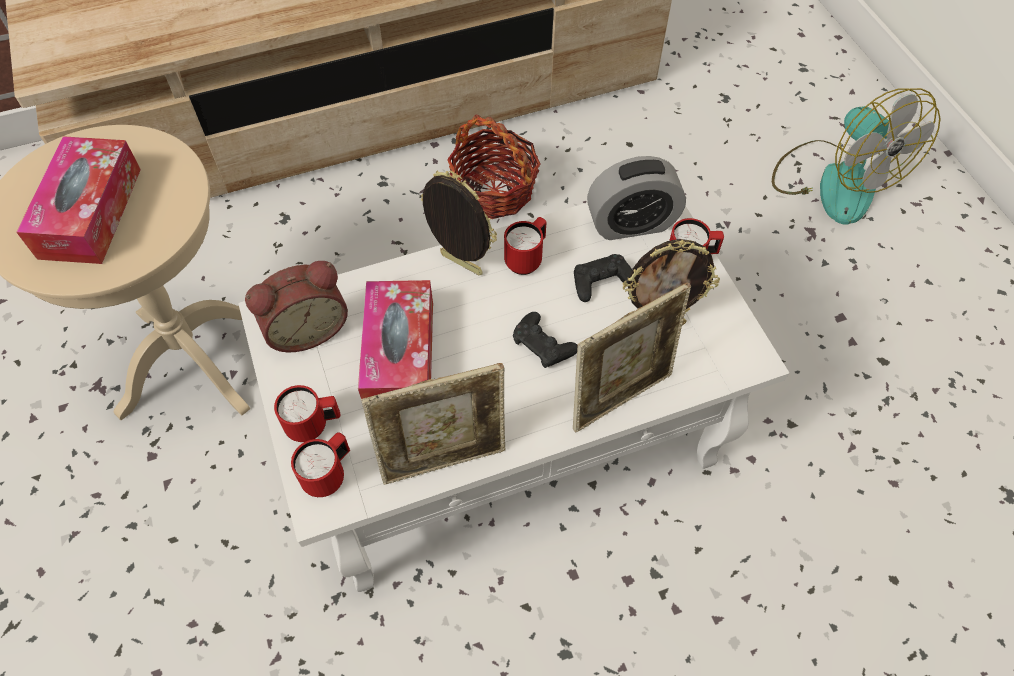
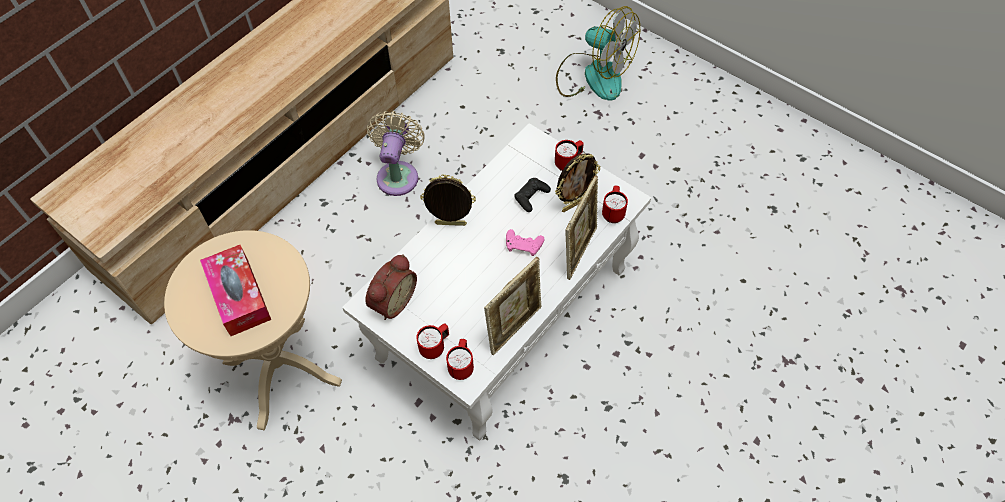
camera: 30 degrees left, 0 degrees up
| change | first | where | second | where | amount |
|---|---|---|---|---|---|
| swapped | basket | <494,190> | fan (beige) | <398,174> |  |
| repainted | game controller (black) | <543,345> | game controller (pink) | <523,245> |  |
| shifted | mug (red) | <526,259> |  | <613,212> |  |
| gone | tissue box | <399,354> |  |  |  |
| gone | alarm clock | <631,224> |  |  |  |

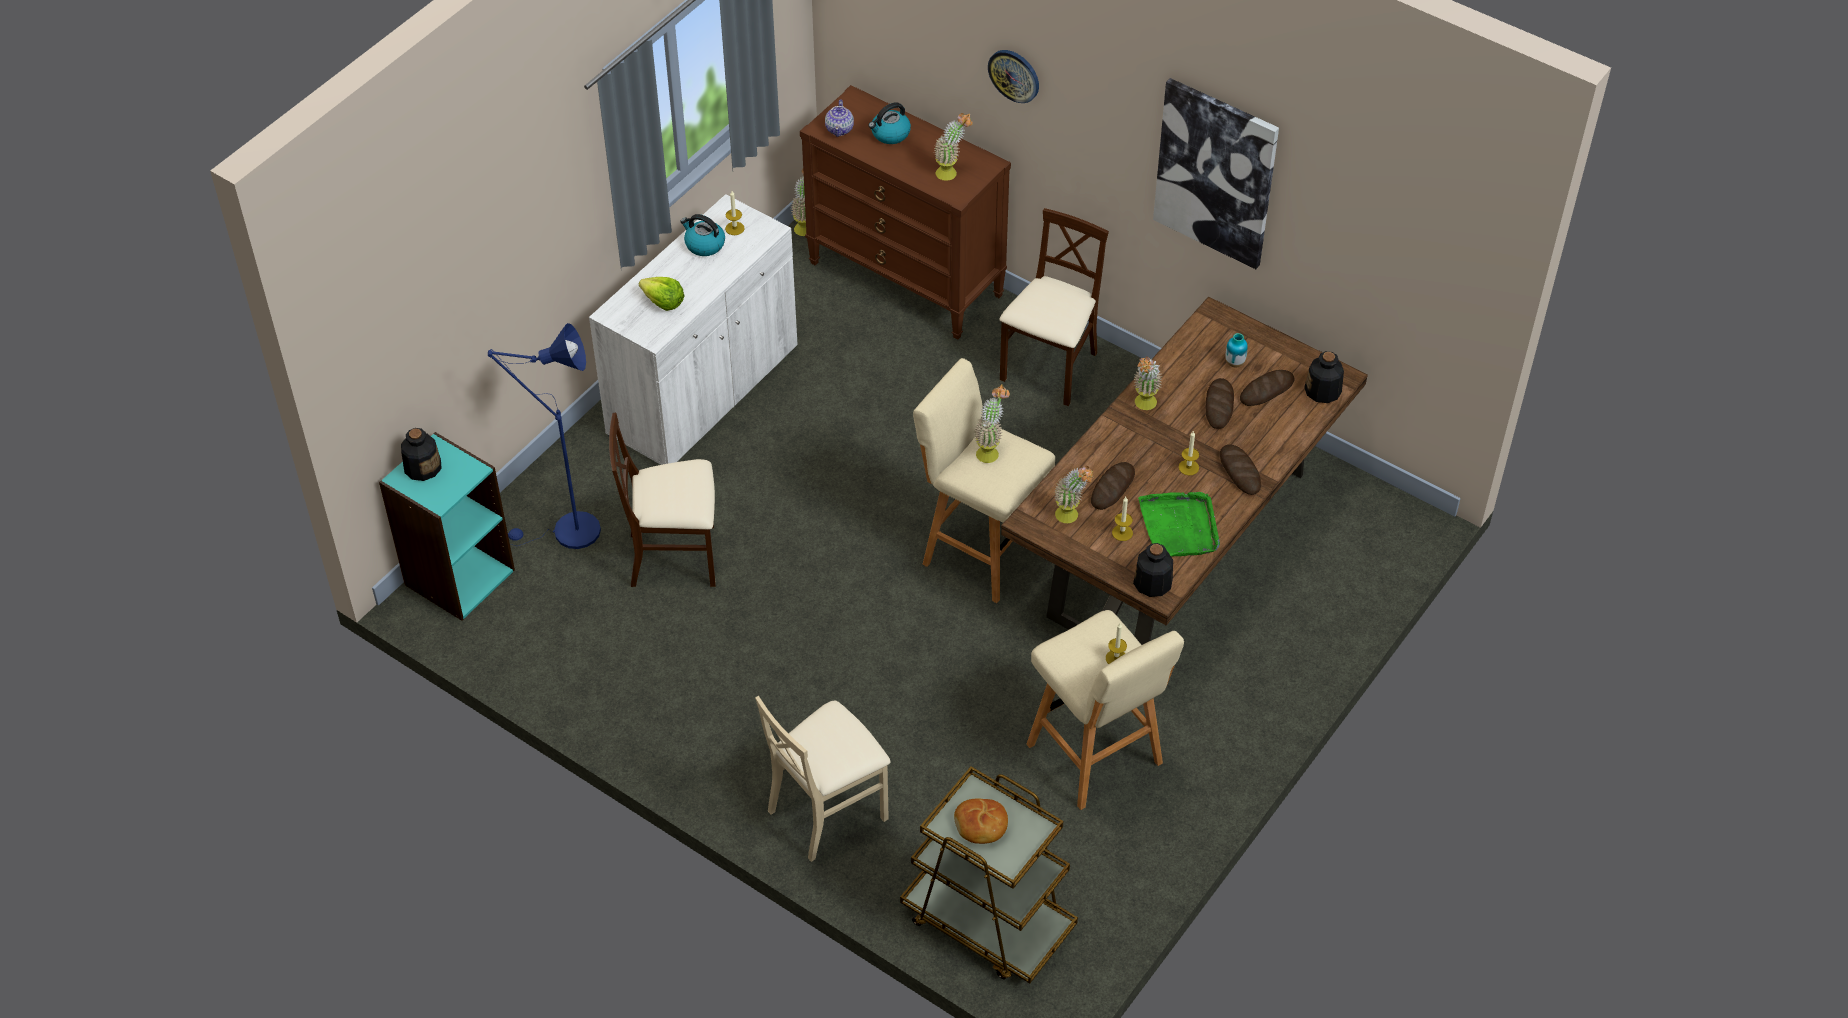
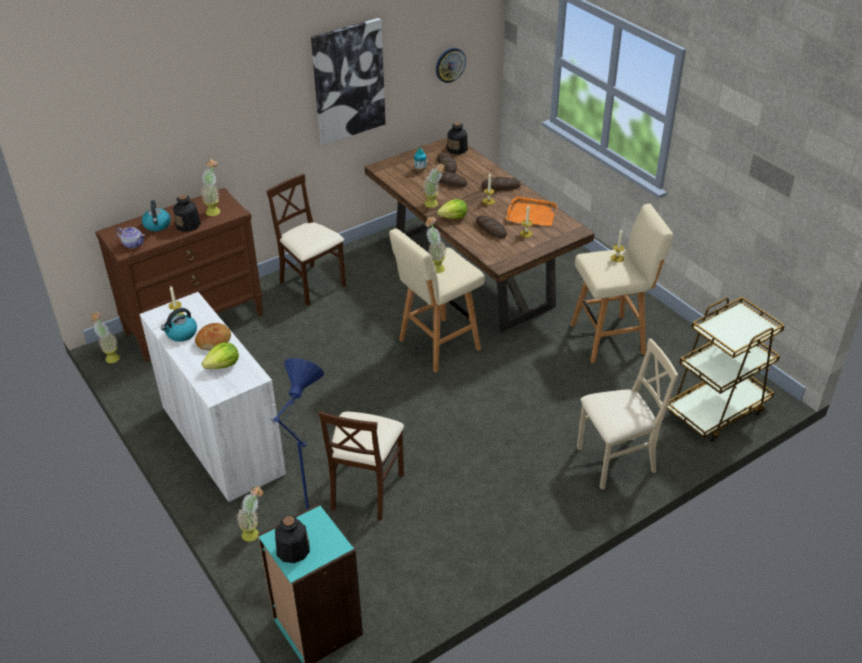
camera: 70 degrees left, 10 degrees down
| change | first | where | second | where | amount |
|---|---|---|---|---|---|
| shifted | bottle | <1152,583> |  | <188,225> |  |
| shifted | bread | <981,826> |  | <214,341> |  |
| shifted | potted plant | <1072,517> |  | <254,532> |  |
| shifted | wall clock | <1014,75> |  | <450,64> |  |
| new |  |  | lettuce | <453,217> |  |
| repainted | tray (green) | <1180,527> | tray (orange) | <531,214> |  |
| rotated | chair (beige) | <827,811> |  | <615,461> | 90 degrees counterclockwise |

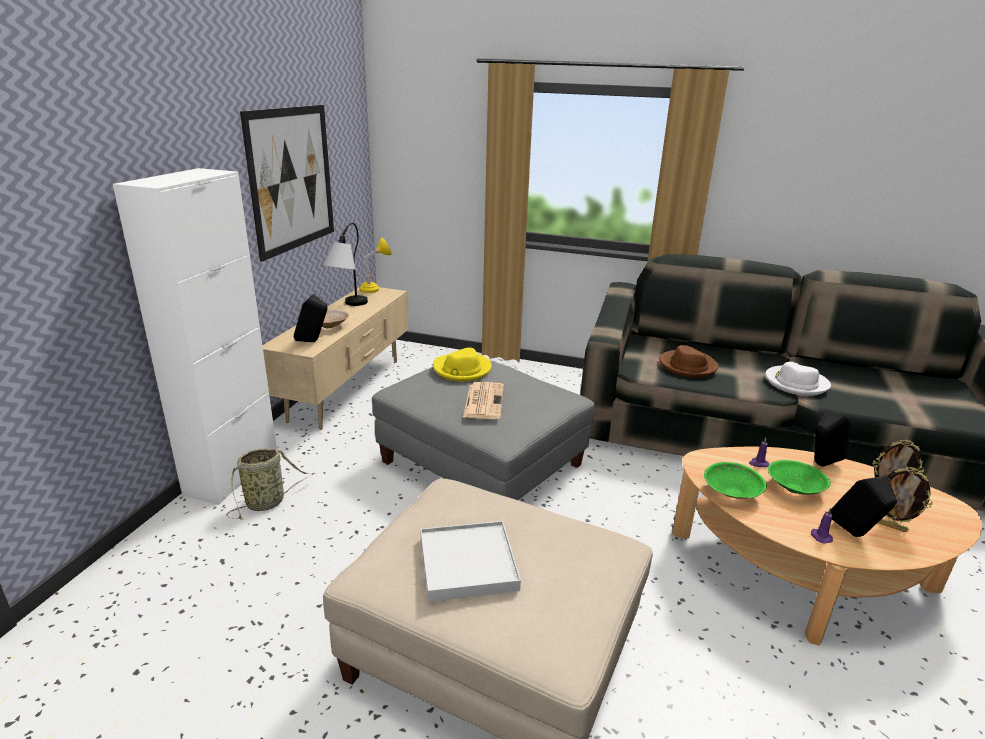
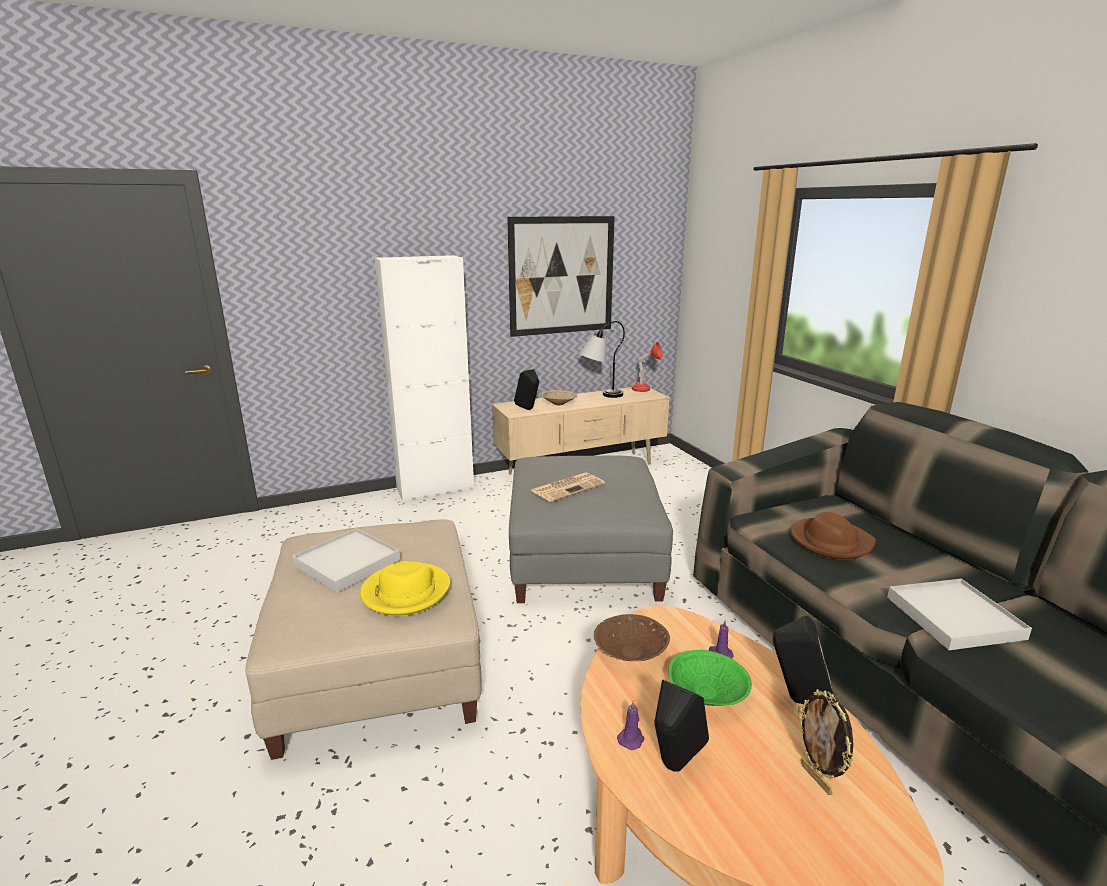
camera: 50 degrees right, 5 degrees down
| change | first | where | second | where | amount |
|---|---|---|---|---|---|
| shifted | hat (yellow) | <462,370> |  | <405,592> |  |
| repainted | bowl (green) | <731,493> | bowl (brown) | <629,653> |  |
| repainted | table lamp (yellow) | <375,290> | table lamp (red) | <645,390> |  |
| swapped | hat (white) | <795,383> | tray (white) | <953,617> |  |
| gone | basket | <268,502> |  |  |  |
| gone | picture frame | <891,526> |  |  |  |

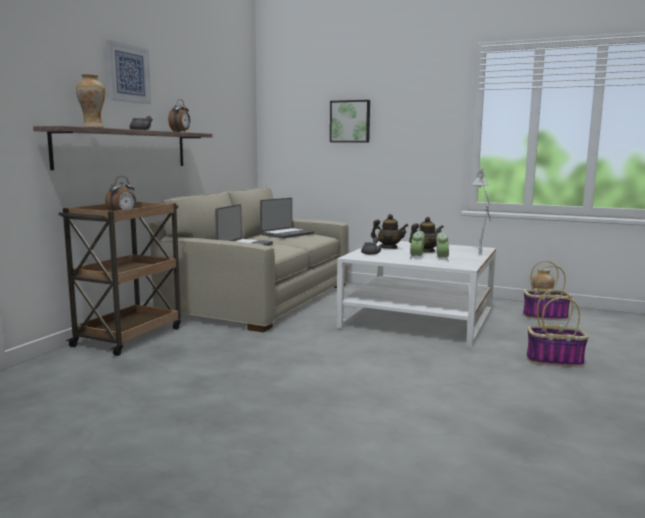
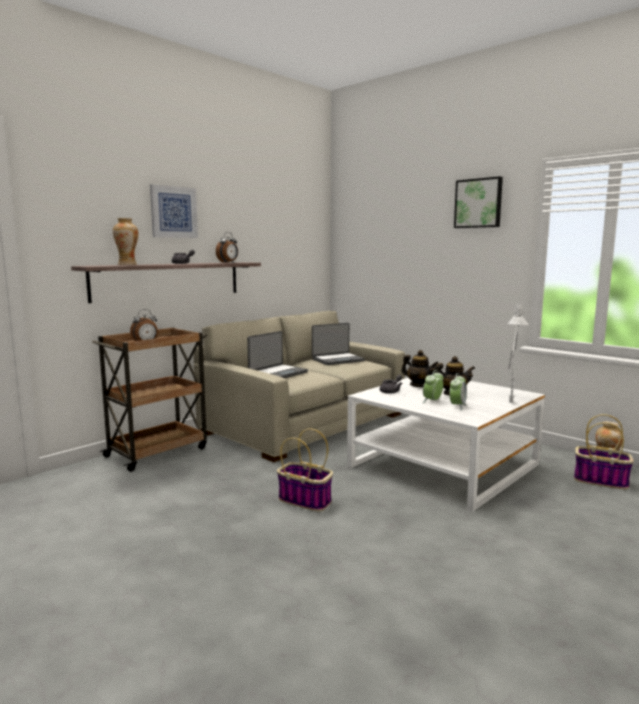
camera: 20 degrees right, 0 degrees up
| change | first | where | second | where | amount |
|---|---|---|---|---|---|
| shifted | basket | <555,360> |  | <306,500> |  |
| shifted | picture | <350,121> |  | <478,203> |  |

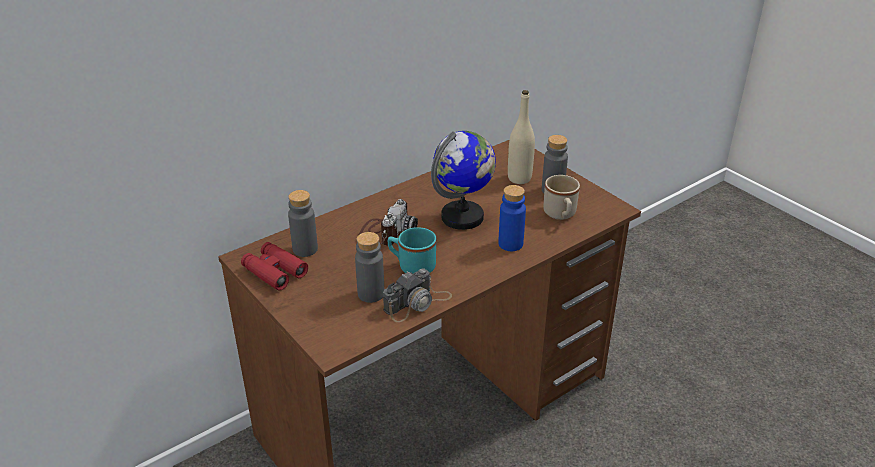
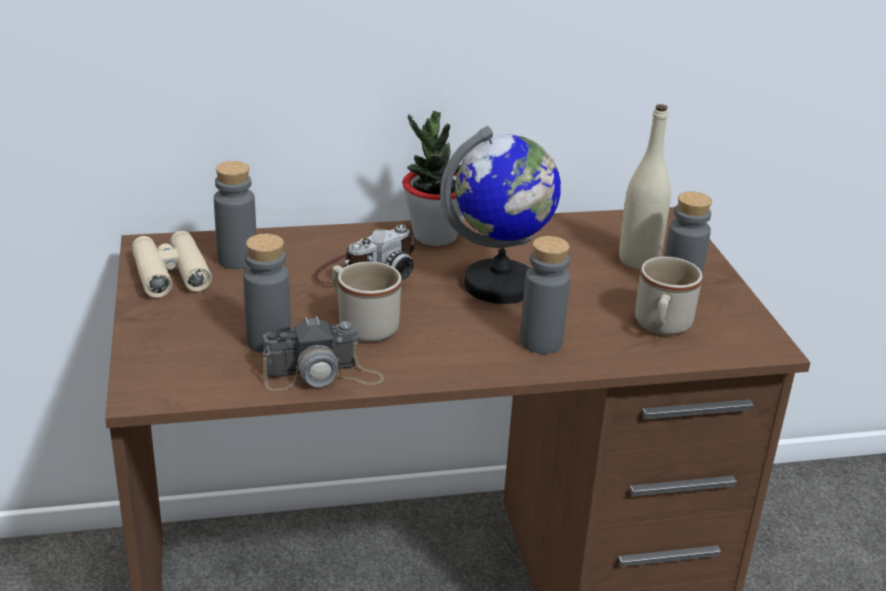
camera: 25 degrees right, 5 degrees down
| change | first | where | second | where | amount |
|---|---|---|---|---|---|
| repainted | binoculars (red) | <274,271> | binoculars (beige) | <171,274> |  |
| repainted | mug (turquoise) | <412,266> | mug (beige) | <362,325> |  |
| new |  |  | potted plant | <434,236> |  |
| repainted | bottle (blue) | <510,244> | bottle (grey) | <541,342> |  |

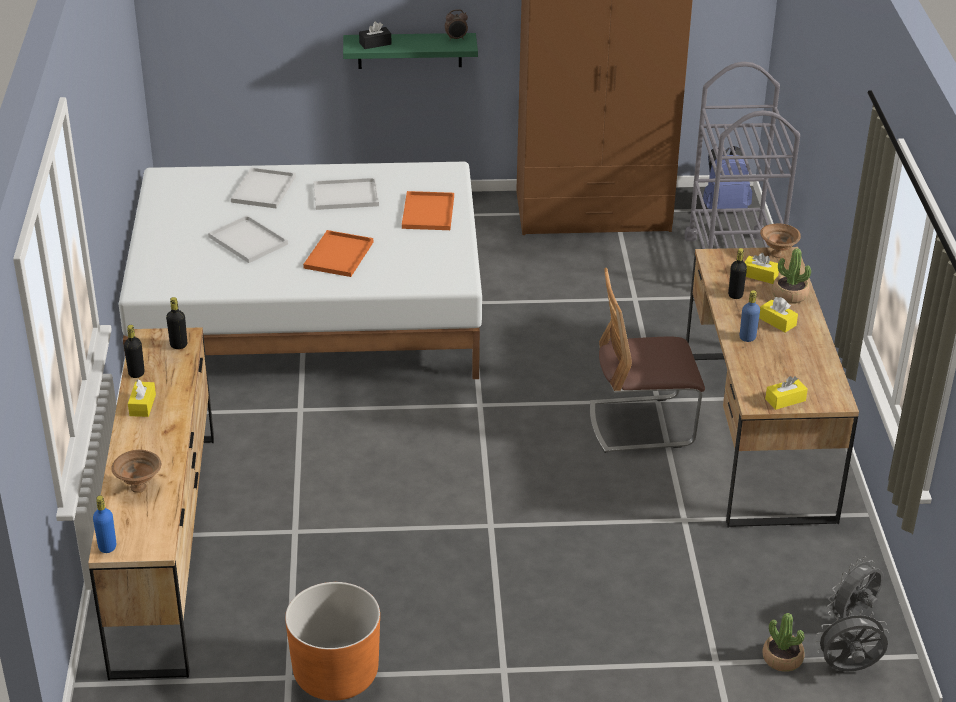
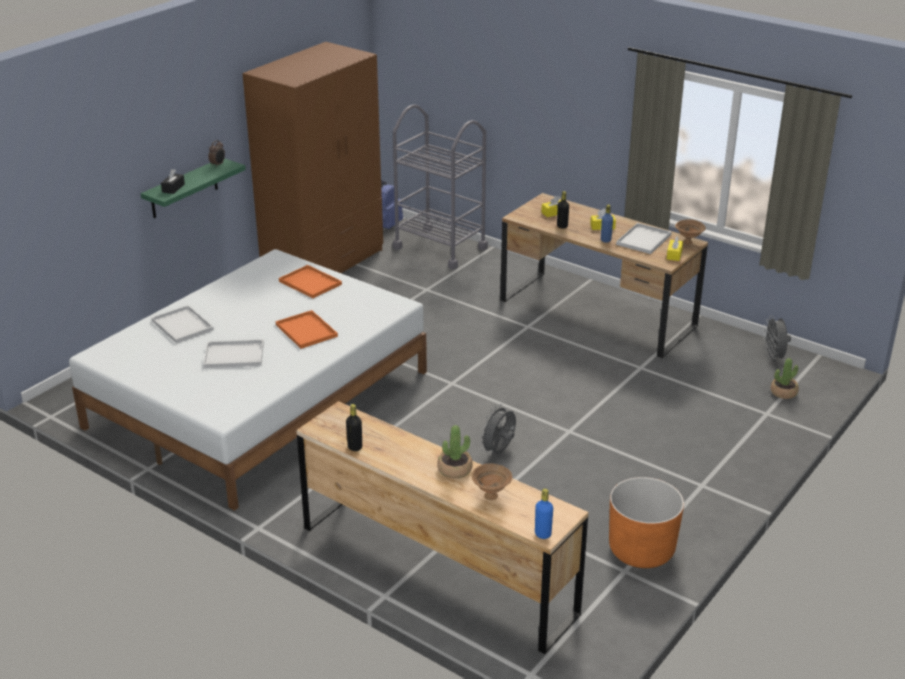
camera: 50 degrees left, 5 degrees down
| change | first | where | second | where | amount |
|---|---|---|---|---|---|
| shifted | potted plant | <789,295> |  | <455,469> |  |
| shifted | fan (grey) | <848,669> |  | <499,451> |  |
| shifted | tray (white) | <344,196> |  | <643,240> |  |
| shifted | bowl (brown) | <778,255> |  | <689,242> |  |
| gone | tissue box (yellow) | <142,405> |  |  |  |
| gone | bottle (black) | <178,345> |  |  |  |
| gone | chair | <641,424> |  |  |  |

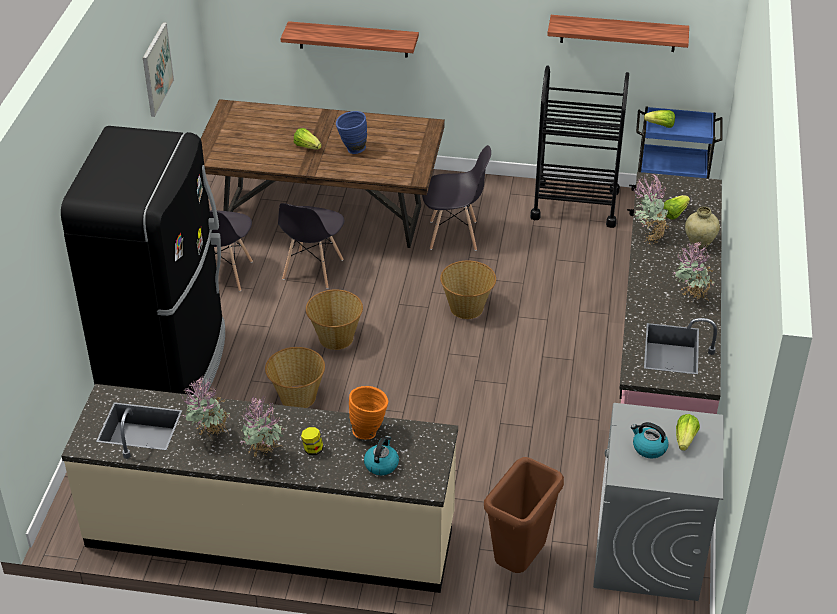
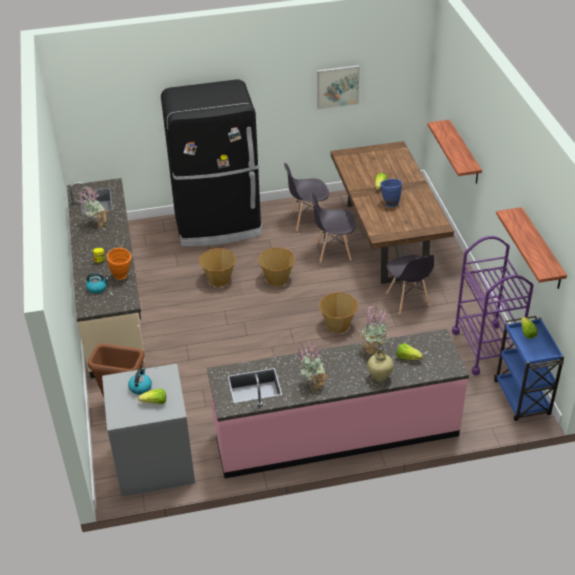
camera: 70 degrees right, 0 degrees up
| change | first | where | second | where | amount |
|---|---|---|---|---|---|
| repainted | cart (black) | <575,204> | cart (purple) | <485,348> |  |
| gone | potted plant | <264,455> |  |  |  |

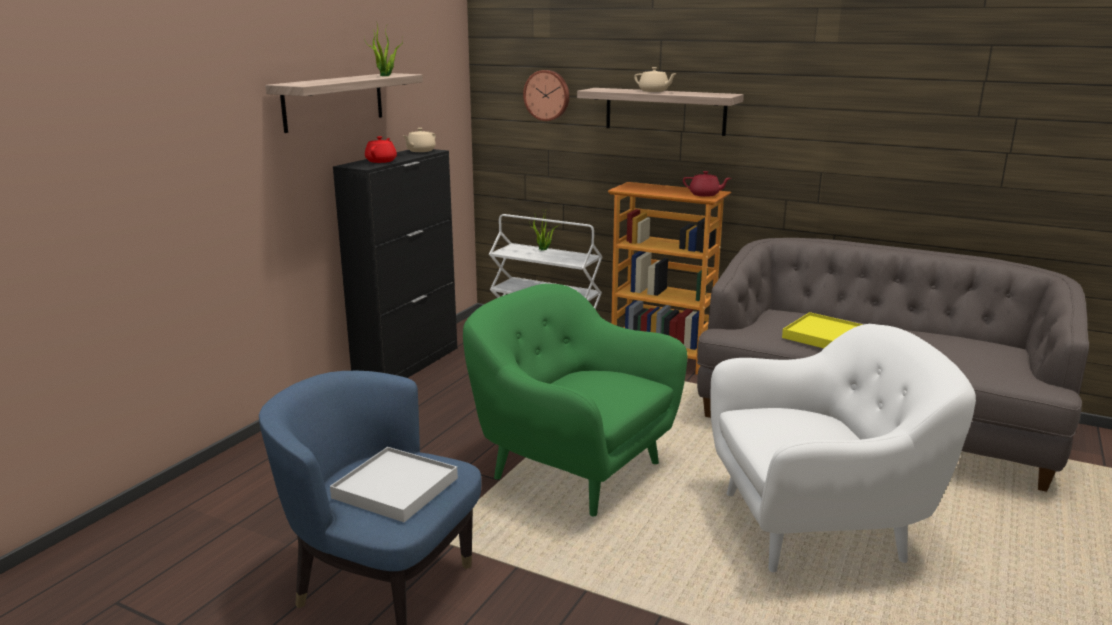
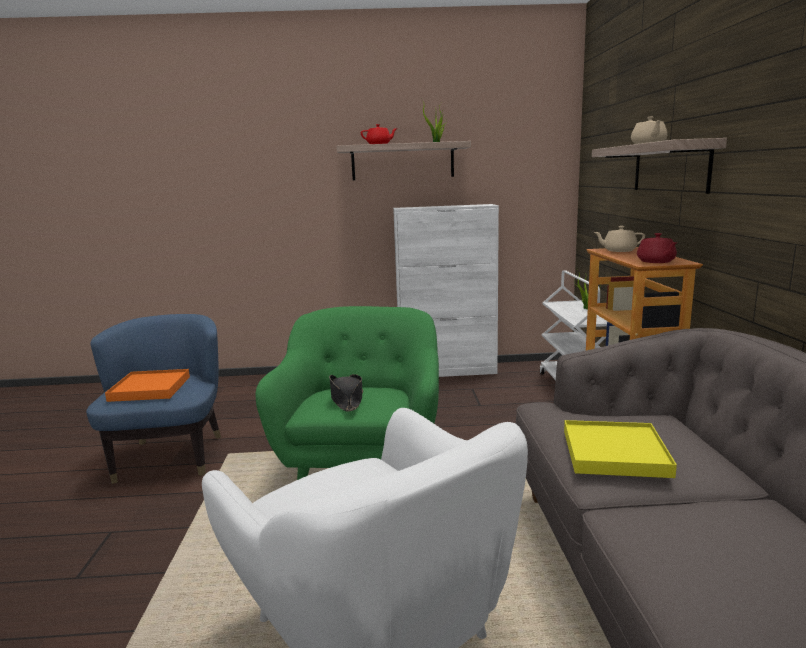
camera: 60 degrees right, 5 degrees down
| change | first | where | second | where | amount |
|---|---|---|---|---|---|
| repainted | tray (white) | <395,488> | tray (orange) | <150,388> |  |
| new |  |  | hat (black) | <346,399> |  |
| shifted | teapot (red) | <381,161> |  | <379,144> |  |
| repainted | cabinet (black) | <408,365> | cabinet (white) | <448,371> |  |
| shifted | teapot (beige) | <420,151> |  | <618,251> |  |
| gone | wall clock | <547,95> |  |  |  |

